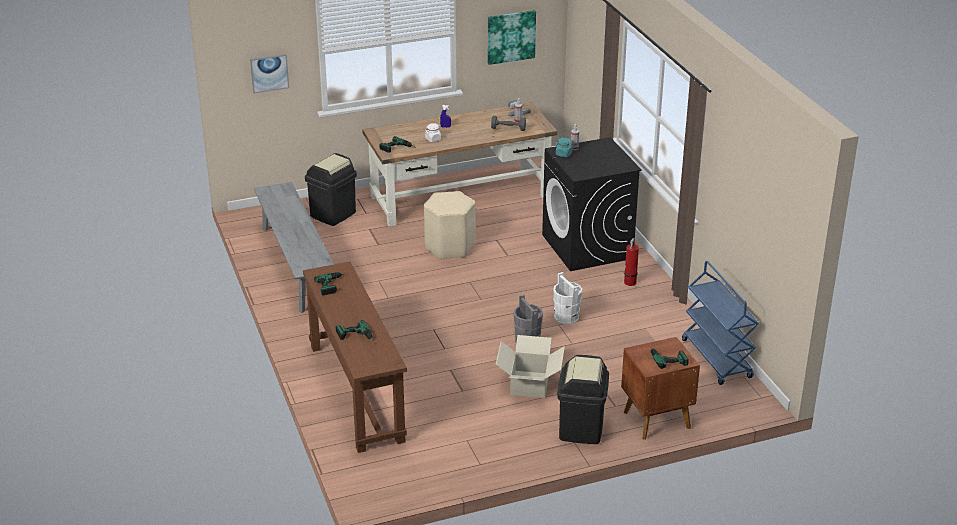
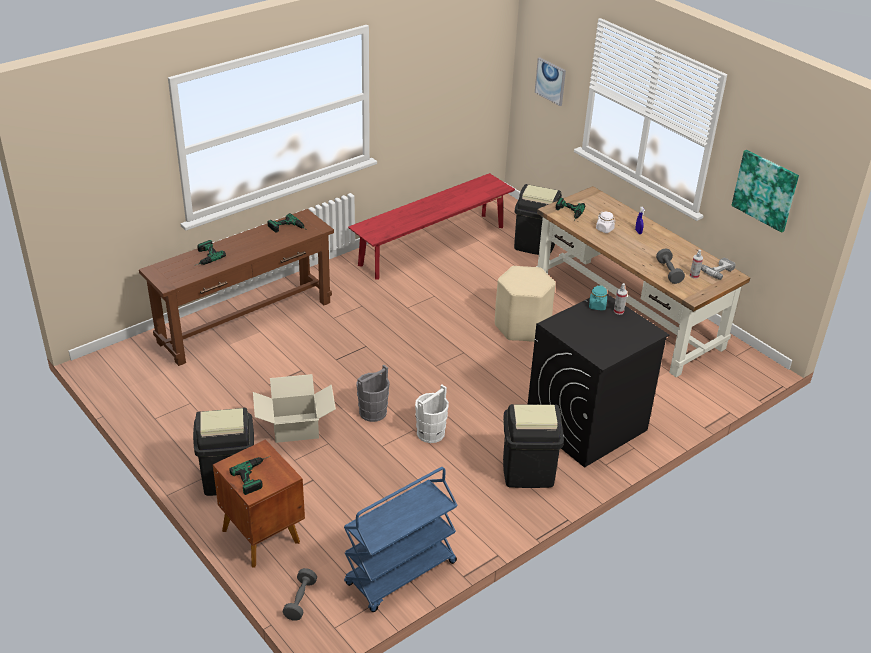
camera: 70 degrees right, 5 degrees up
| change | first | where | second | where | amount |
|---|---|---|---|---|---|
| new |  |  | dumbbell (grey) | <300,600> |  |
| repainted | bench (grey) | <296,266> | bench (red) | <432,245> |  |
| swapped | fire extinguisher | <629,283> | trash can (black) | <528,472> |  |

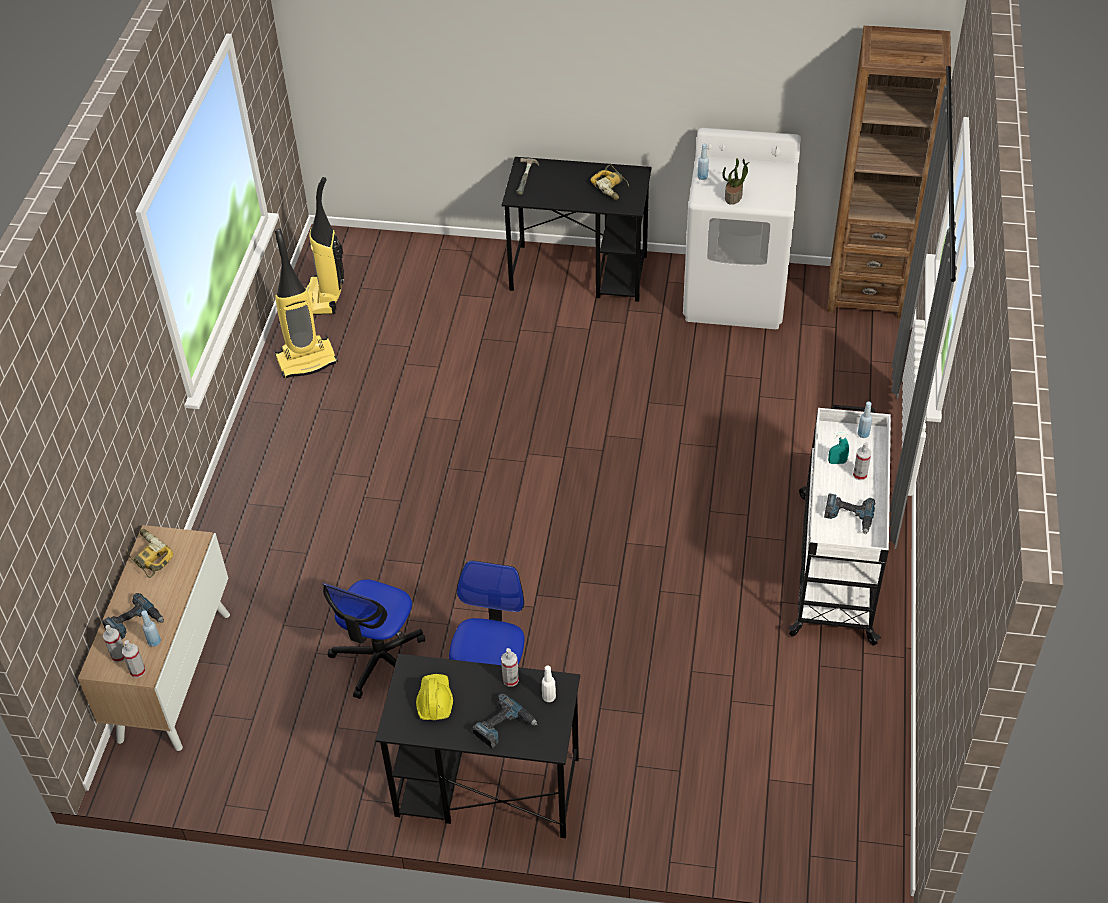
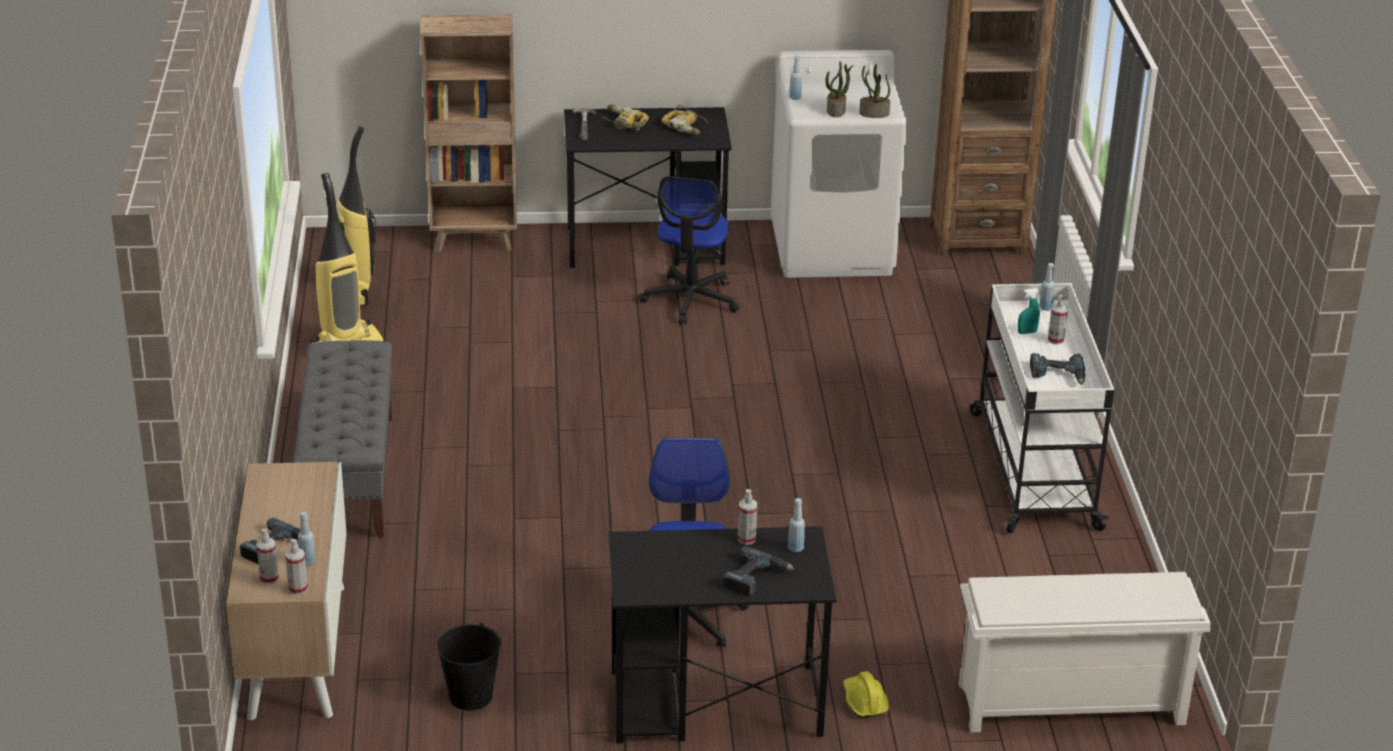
camera: 15 degrees left, 15 degrees down
| change | first | where | second | where | amount |
|---|---|---|---|---|---|
| new |  |  | bench (grey) | <349,475> |  |
| new |  |  | bookcase (brown) | <475,240> |  |
| new |  |  | bucket (black) | <470,696> |  |
| shifted | power drill | <148,556> |  | <623,123> |  |
| shifted | office chair | <379,660> |  | <691,299> |  |
| repainted | bottle (white) | <549,697> | bottle (blue) | <795,548> |  |
| shifted | hard hat (yellow) | <434,701> |  | <864,701> |  |
| new |  |  | potted plant | <873,114> |  |
| new |  |  | shoe rack (white) | <1069,705> |  |

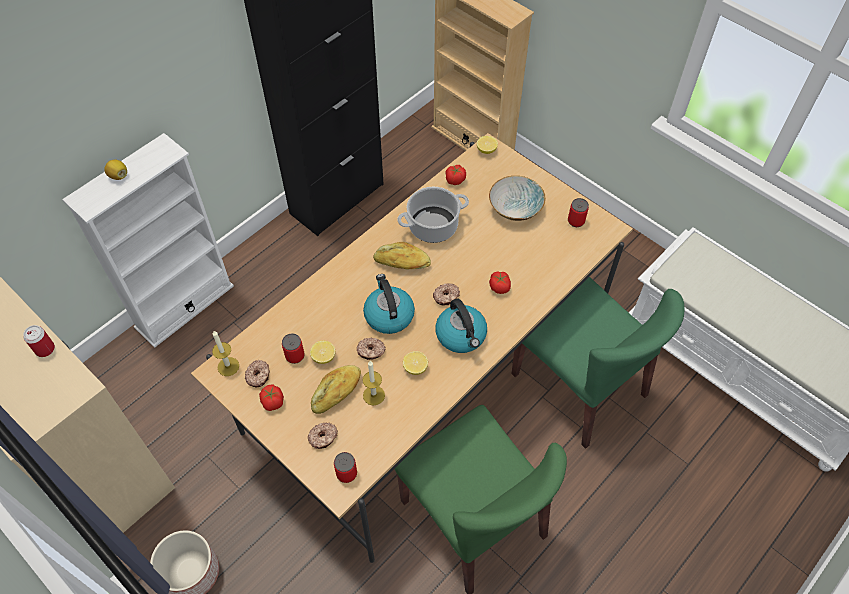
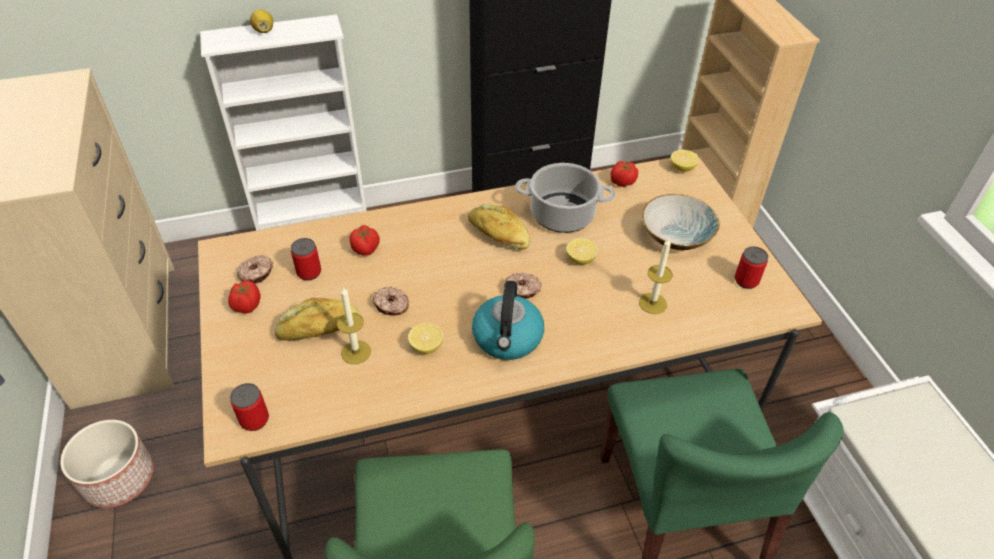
camera: 30 degrees right, 10 degrees down
| change | first | where | second | where | amount |
|---|---|---|---|---|---|
| shifted | tomato | <499,287> |  | <366,249> |  |
| shifted | lemon | <323,357> |  | <580,259> |  |
| shifted | candle | <228,366> |  | <653,303> |  |
| gone | can | <45,349> |  |  |  |
| gone | donut | <323,437> |  |  |  |
| gone | kettle | <388,315> |  |  |  |

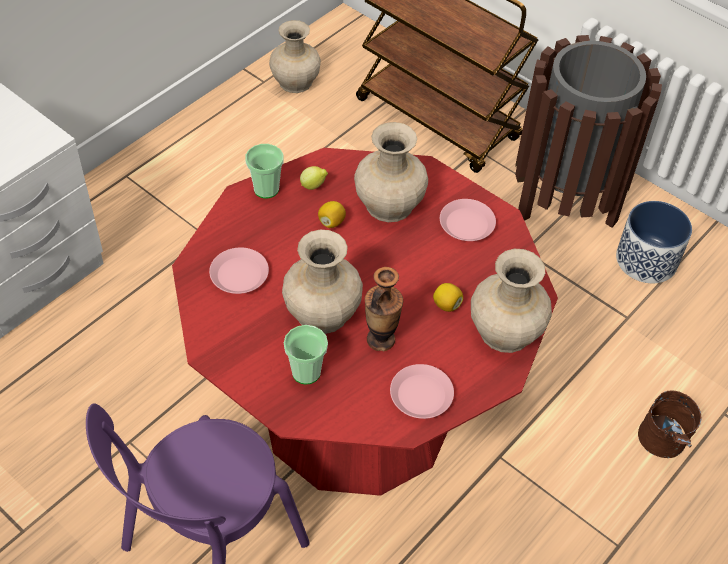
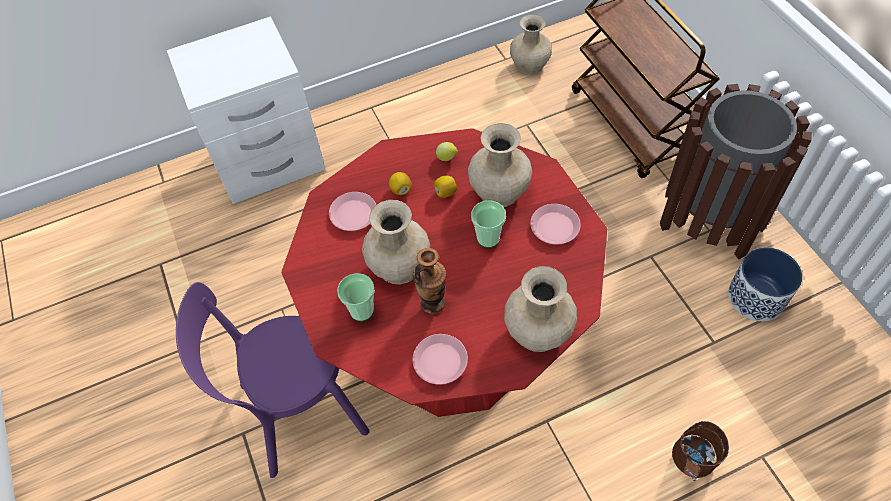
camera: 30 degrees right, 5 degrees up
| change | first | where | second | where | amount |
|---|---|---|---|---|---|
| shifted | lemon | <446,305> |  | <400,190> |  |
| shifted | cup | <266,189> |  | <488,238> |  |

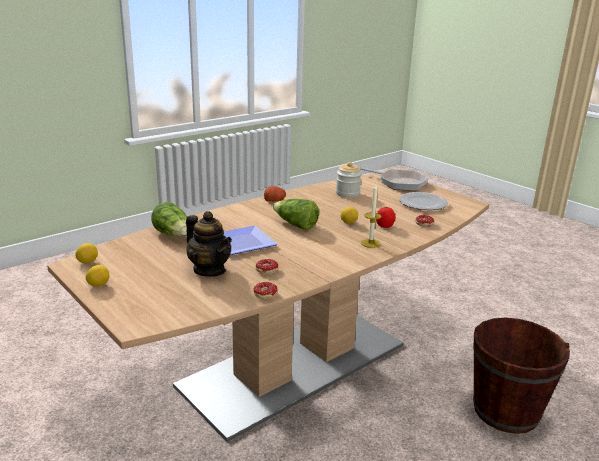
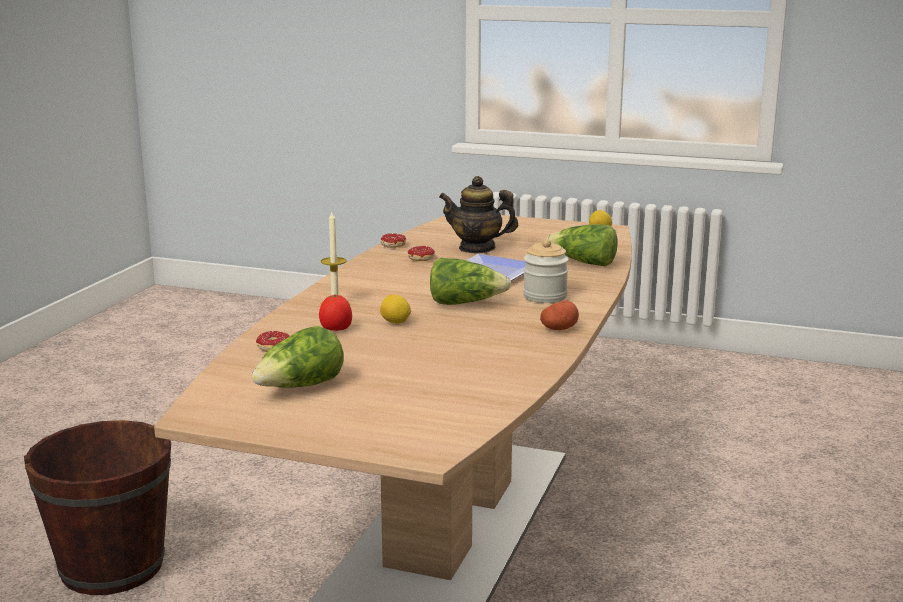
camera: 150 degrees right, 5 degrees down
| change | first | where | second | where | amount |
|---|---|---|---|---|---|
| swapped | plate | <422,203> | lettuce | <300,387> |  |
| shifted | jar | <347,193> |  | <545,296> |  |
| gone | lemon | <98,285> |  |  |  |
| gone | frying pan | <399,183> |  |  |  |

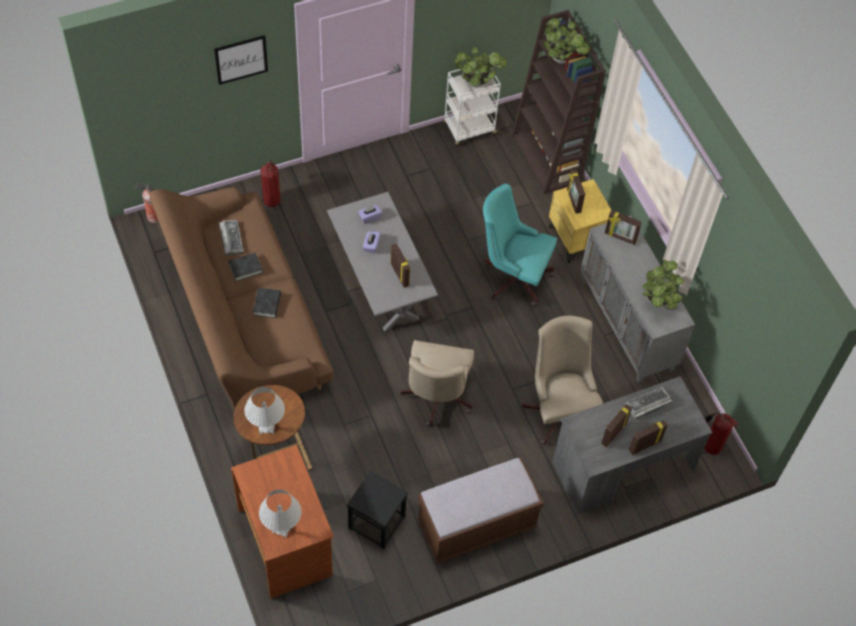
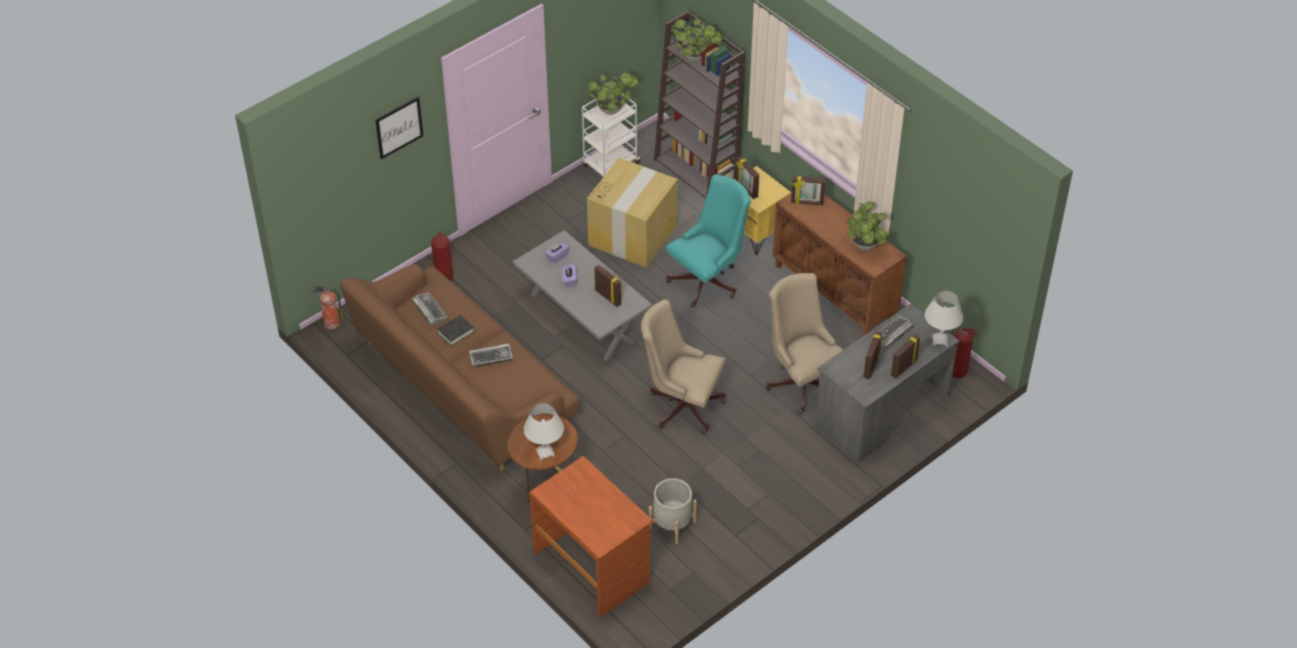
camera: 15 degrees left, 10 degrees down
| change | first | where | second | where | amount |
|---|---|---|---|---|---|
| swapped | book (black) | <267,304> | keyboard | <491,357> |  |
| new |  |  | cardboard box | <633,234> |  |
| rotated | office chair (beige) | <436,398> |  | <681,404> | 120 degrees clockwise |
| swapped | stool (black) | <377,522> | planter (grey) | <672,524> |  |
| rotated | office chair (turquoise) | <512,276> |  | <708,280> | 135 degrees clockwise |
| repainted | cabinet (grey) | <628,325> | cabinet (brown) | <835,292> |  |
| shifted | table lamp (white) | <282,528> |  | <940,340> |  |
| gone | bench (brown) | <476,525> |  |  |  |

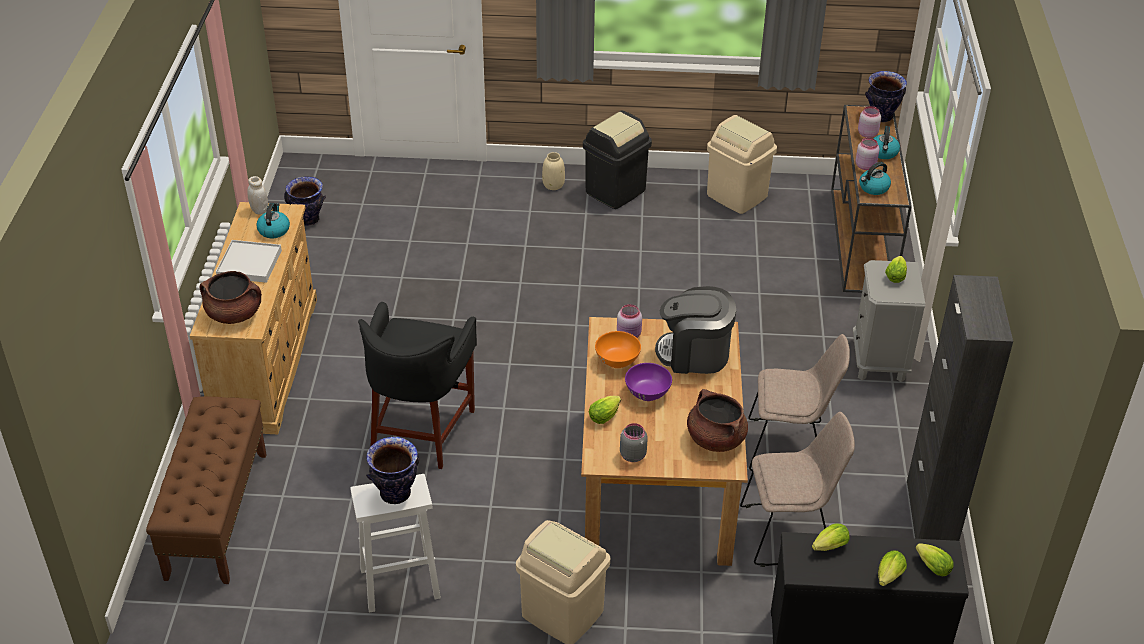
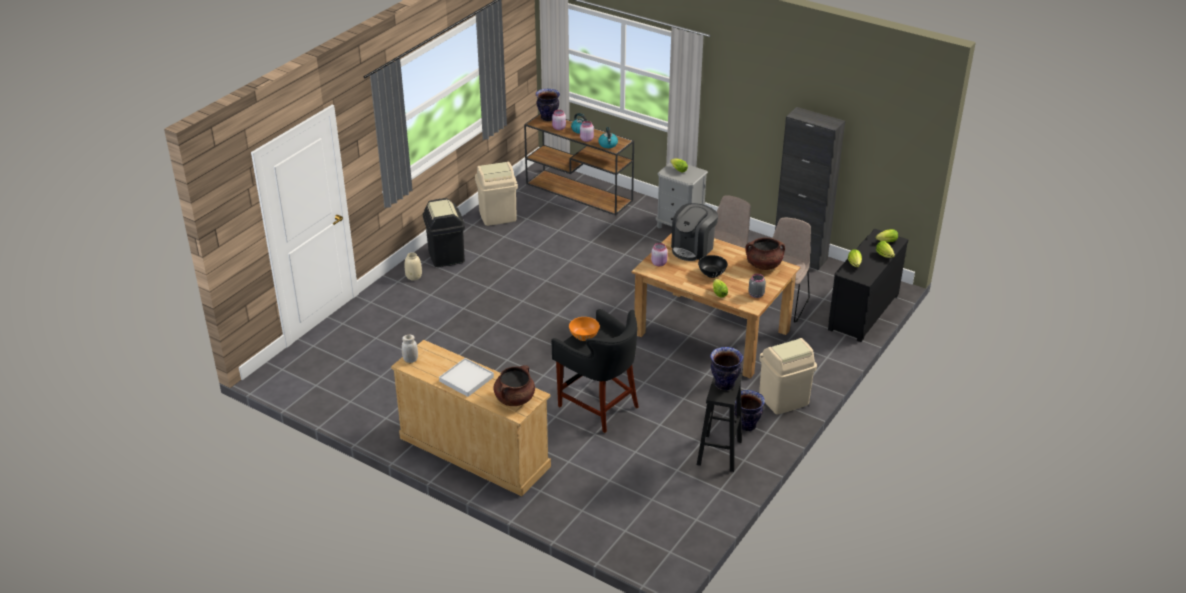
camera: 60 degrees left, 5 degrees down
| change | first | where | second | where | amount |
|---|---|---|---|---|---|
| shifted | bowl (orange) | <617,361> |  | <584,336> |  |
| repainted | stool (white) | <398,584> | stool (black) | <719,453> |  |
| repainted | bowl (purple) | <647,393> | bowl (black) | <712,273> |  |
| shifted | vase | <308,220> |  | <747,425> |  |
| gone | bench (brown) | <217,514> |  |  |  |
| gone | kettle | <274,230> |  |  |  |

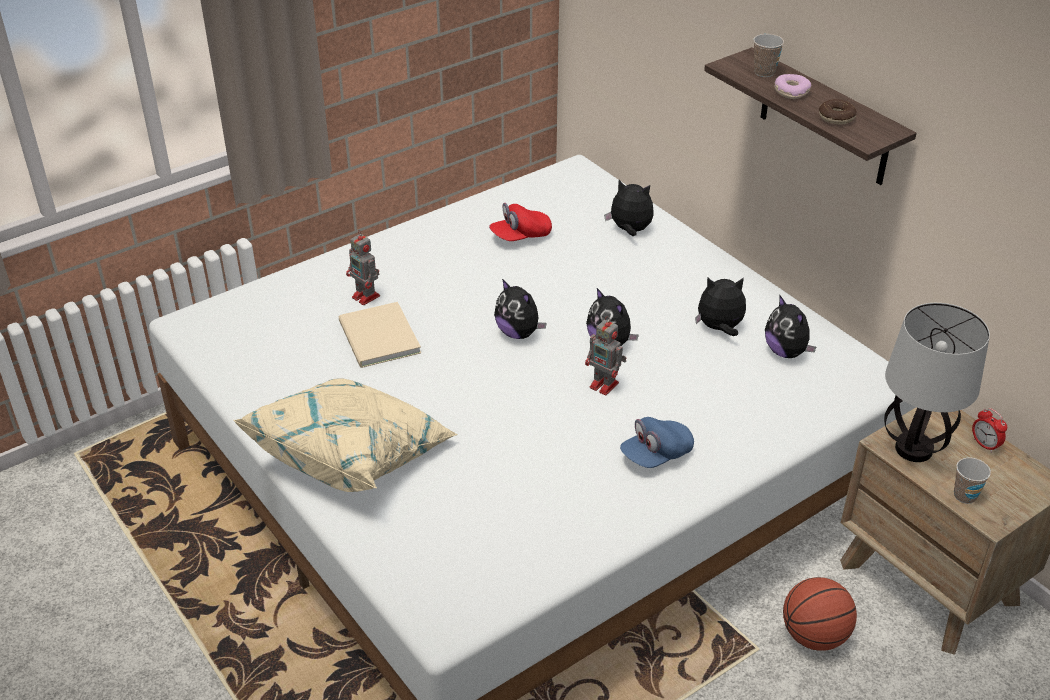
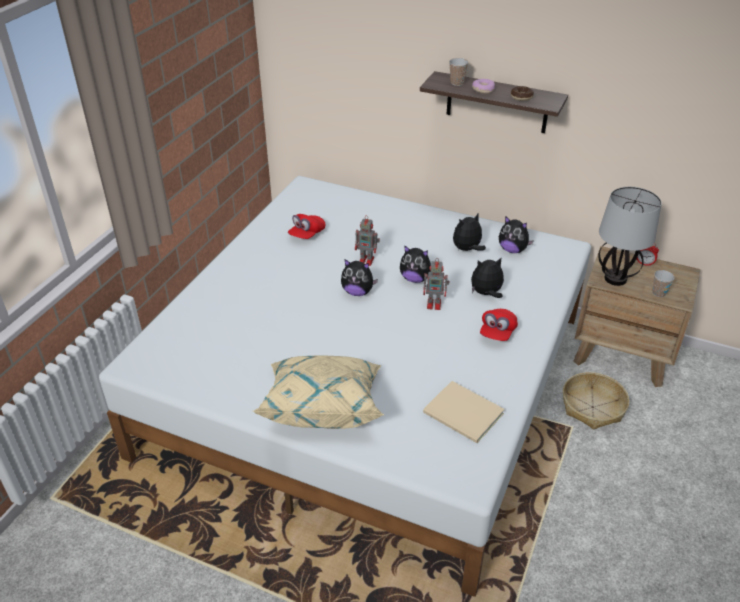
camera: 30 degrees left, 0 degrees up
| change | first | where | second | where | amount |
|---|---|---|---|---|---|
| shifted | toy robot | <367,297> |  | <367,260> |  |
| shifted | book (beige) | <378,339> |  | <464,415> |  |
| shifted | plush toy | <630,231> |  | <486,294> |  |
| repainted | cap (blue) | <656,455> | cap (red) | <497,332> |  |
| swapped | basketball | <814,636> | basket | <593,407> |  |

